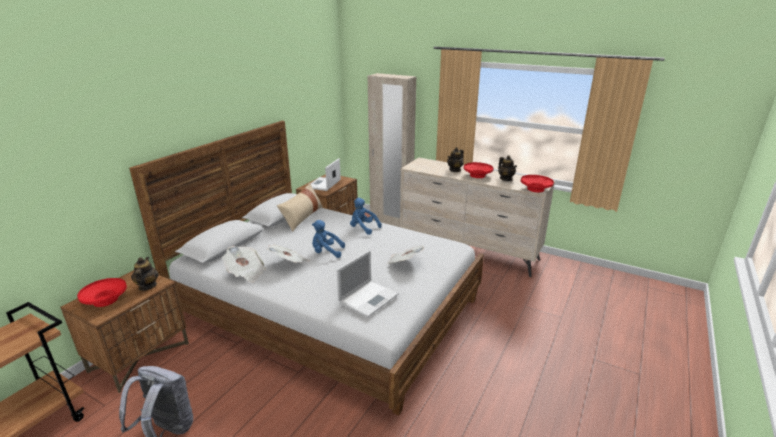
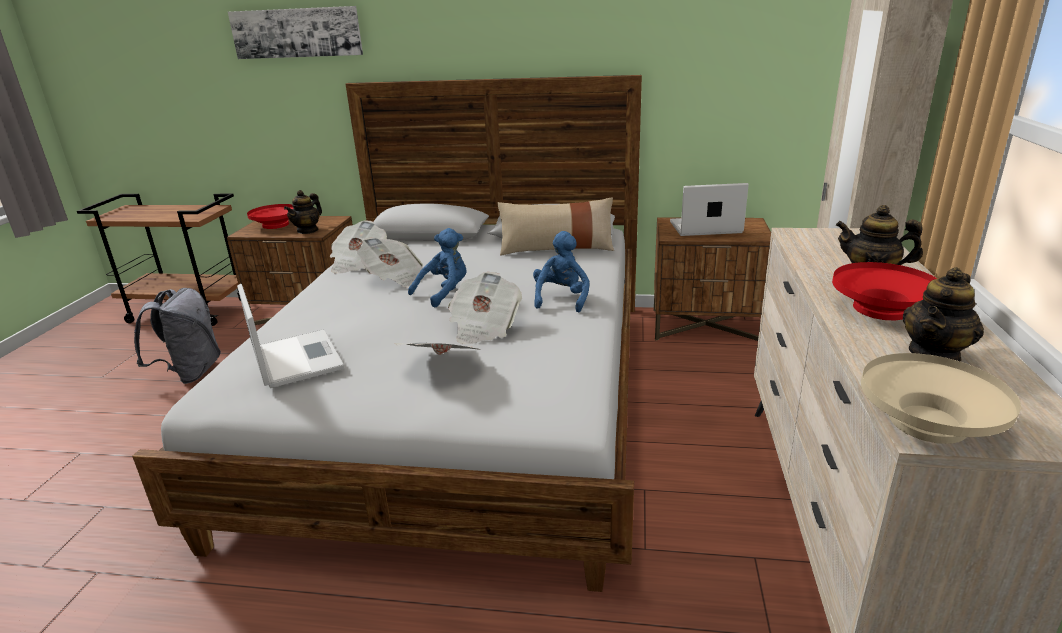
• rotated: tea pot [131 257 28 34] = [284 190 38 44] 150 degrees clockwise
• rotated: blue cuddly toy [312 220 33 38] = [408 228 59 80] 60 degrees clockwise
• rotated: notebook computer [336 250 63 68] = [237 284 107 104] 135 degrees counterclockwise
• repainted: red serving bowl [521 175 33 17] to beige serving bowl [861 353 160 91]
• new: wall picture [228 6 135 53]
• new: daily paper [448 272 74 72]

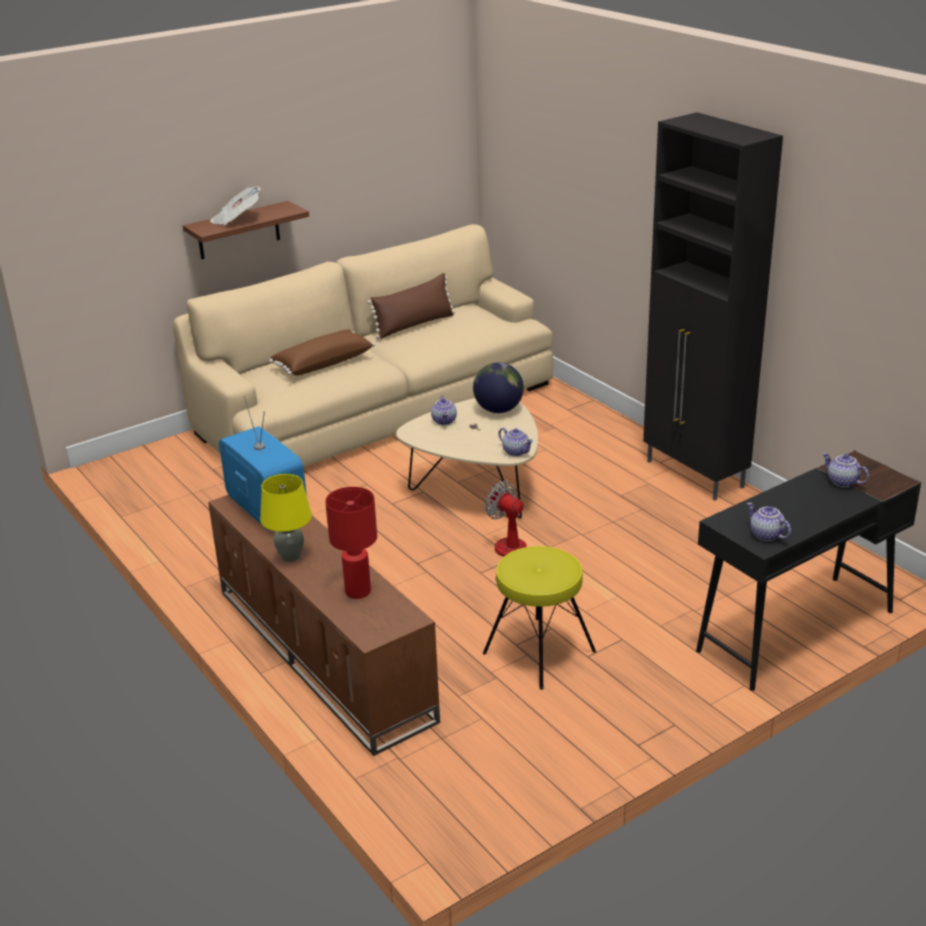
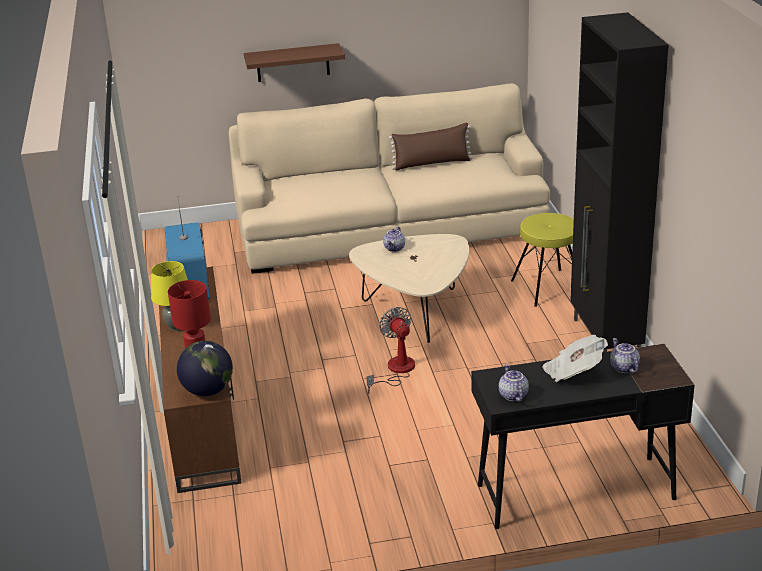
• shifted: daily paper [210 186 51 39] to [542 335 66 47]
• gone: brown cushion [269 330 106 46]
• shifted: desk globe [473 362 51 51] to [177 341 56 55]
• shifted: yellowish sitting stool [483 546 113 144] to [511 213 63 94]
• gone: tea pot [498 428 35 28]

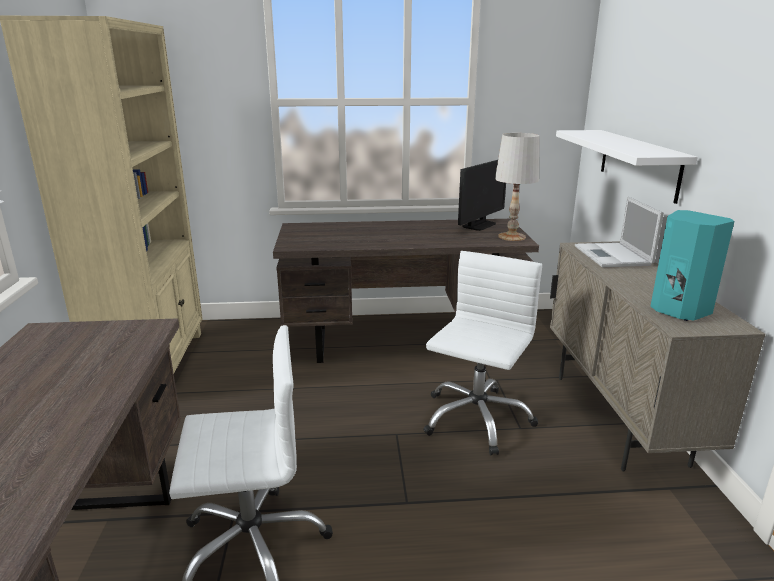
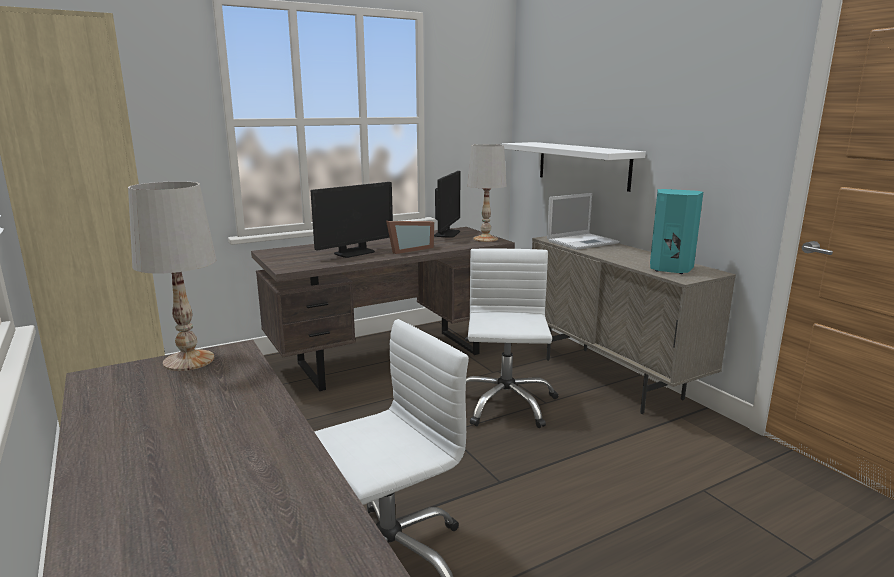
• rotated: notebook computer [575 197 89 70] = [547 193 72 57] 90 degrees counterclockwise
• new: white table lamp [128 181 89 190]
• new: computer display [311 182 82 76]
• new: photo frame [386 221 48 33]

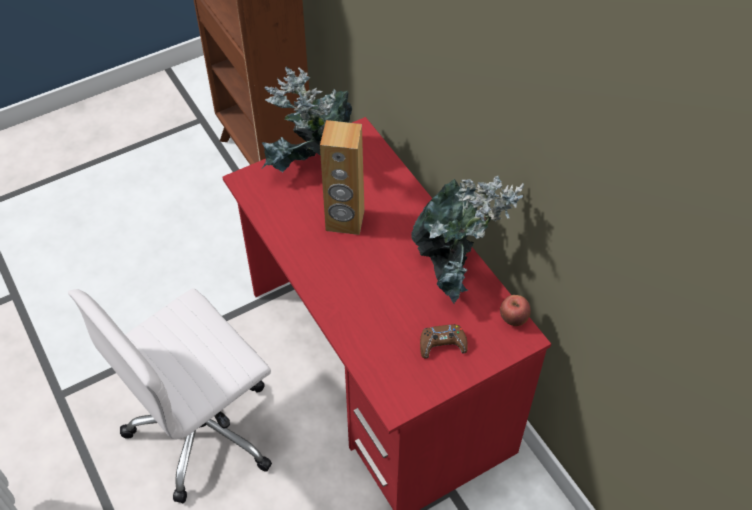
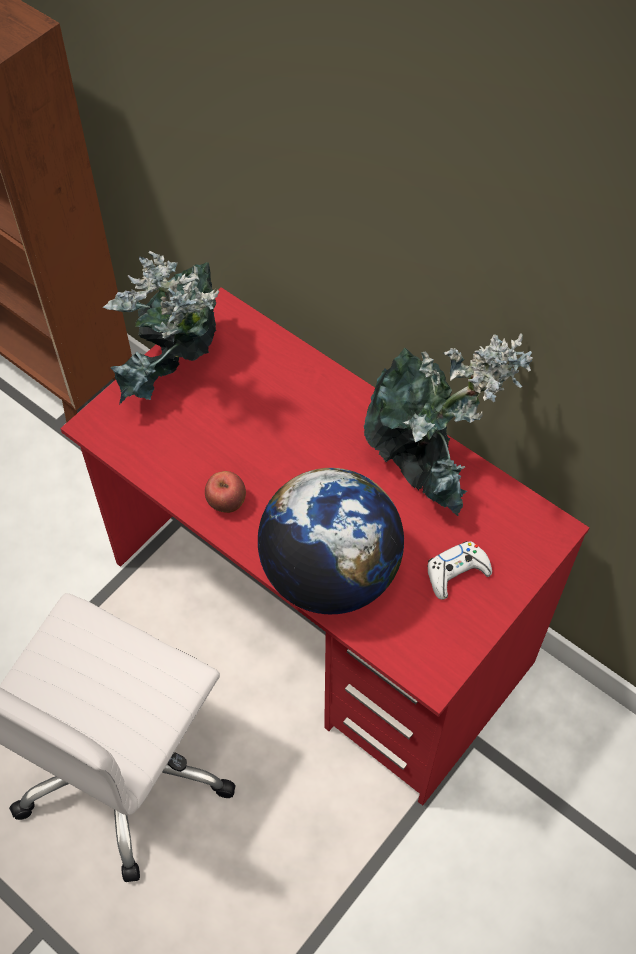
• gone: brown speaker [320 120 45 115]
• repainted: brown game controller [420 324 48 35] to white game controller [427 541 65 59]
• shifted: apple fruit [500 295 31 31] to [205 471 41 42]
• new: desk globe [258 468 146 146]

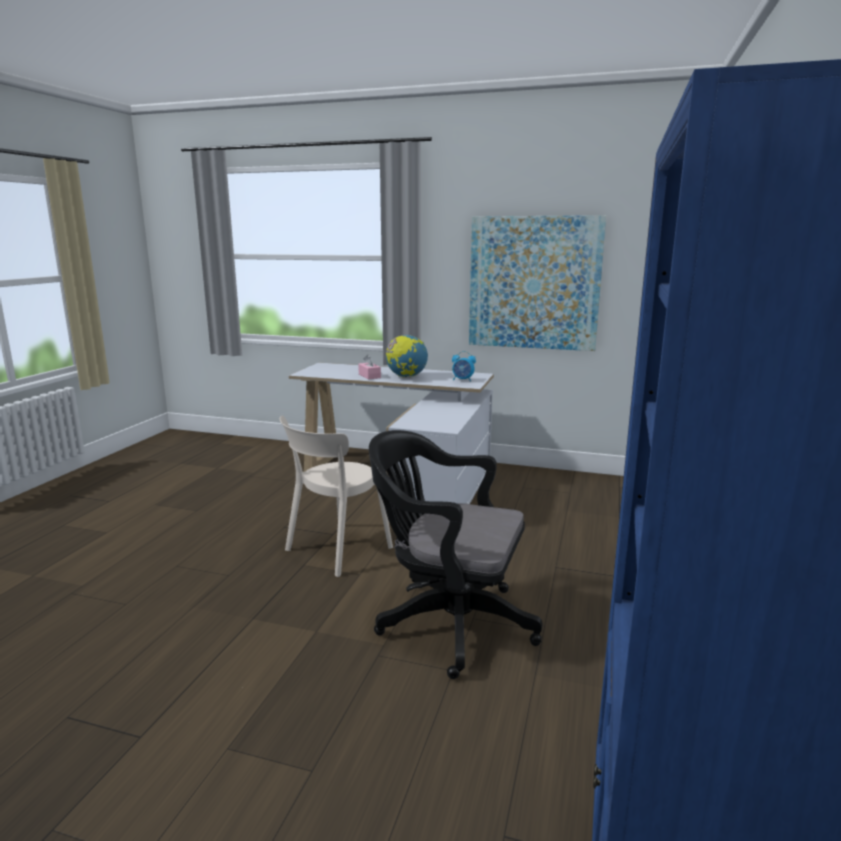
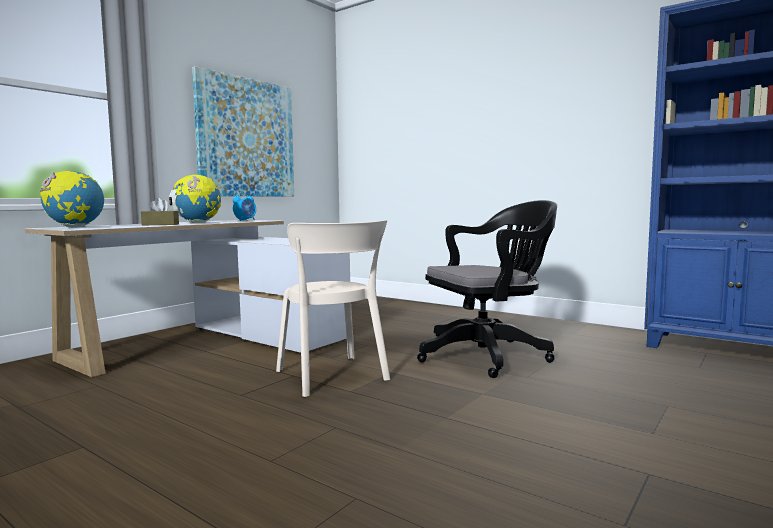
• repainted: pinkish tissue box [358 355 23 25] to brown tissue box [141 198 38 27]
• rotated: black computer chair [369 430 174 249] = [417 200 140 178] 150 degrees counterclockwise
• new: desk globe [40 171 64 56]

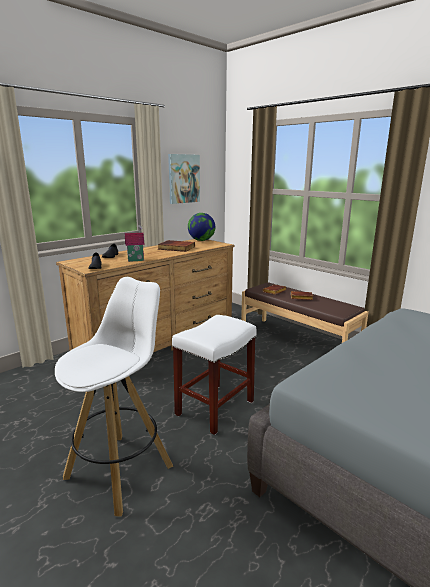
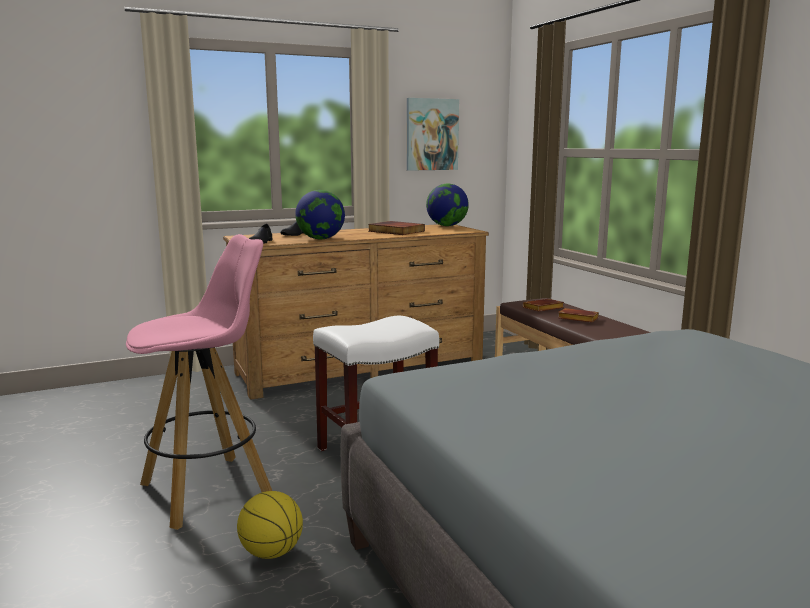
• repainted: white sitting stool [55 277 118 240] to pinkish sitting stool [126 234 146 296]
• swapped: toy house [125 224 20 38] to desk globe [295 190 50 49]
• new: basketball ball [237 491 66 68]

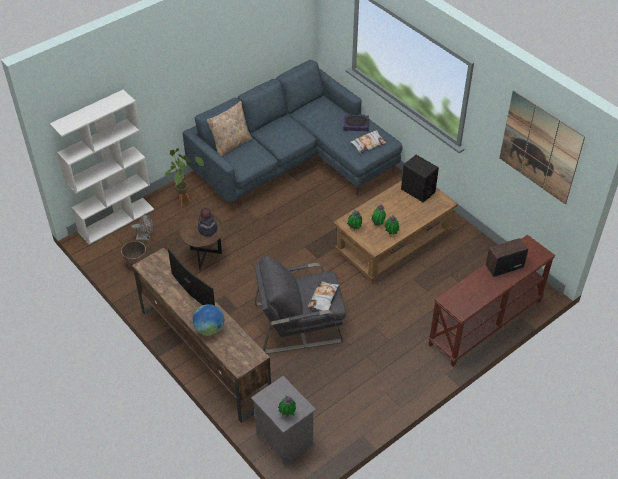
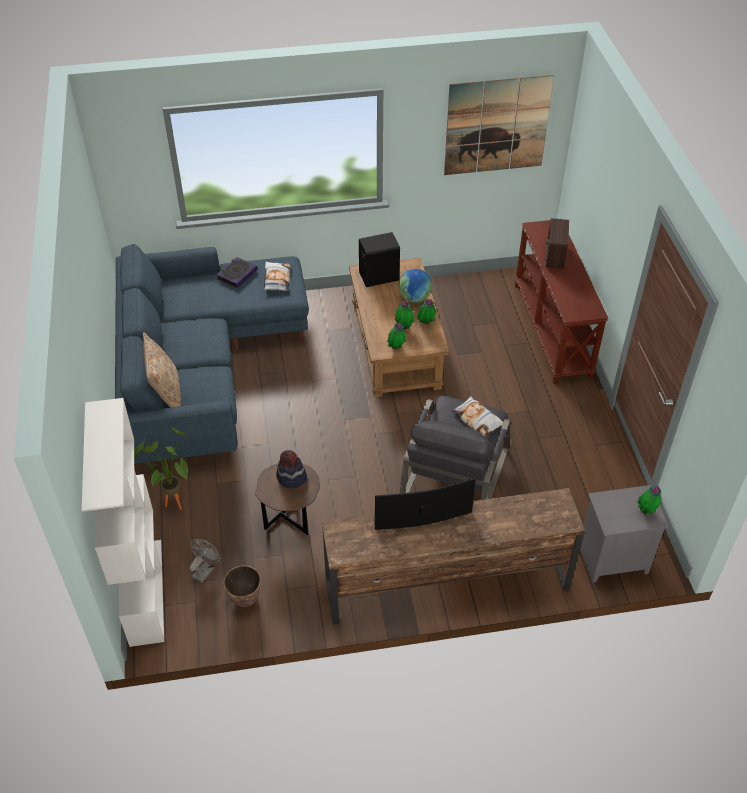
• shifted: desk globe [193 304 31 32] to [399 269 33 34]

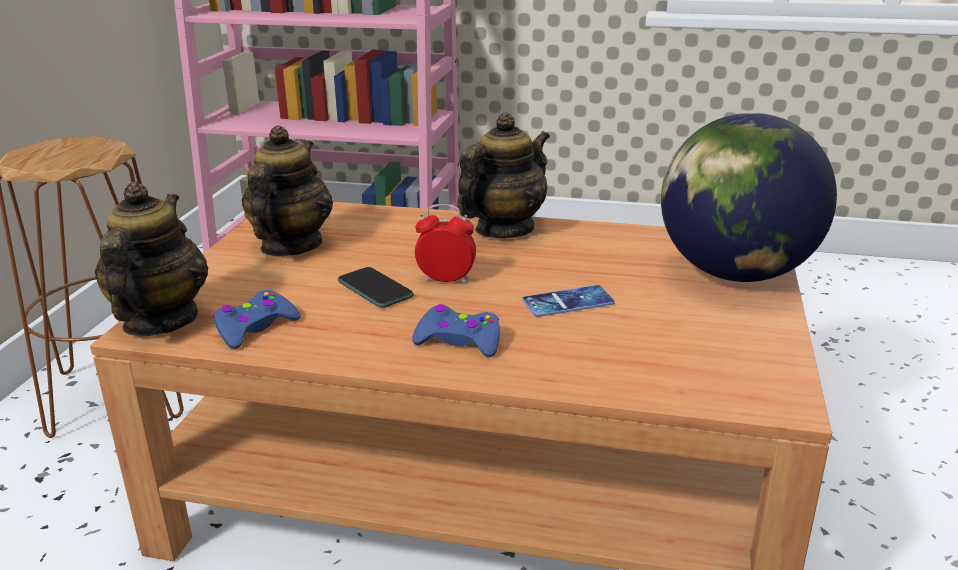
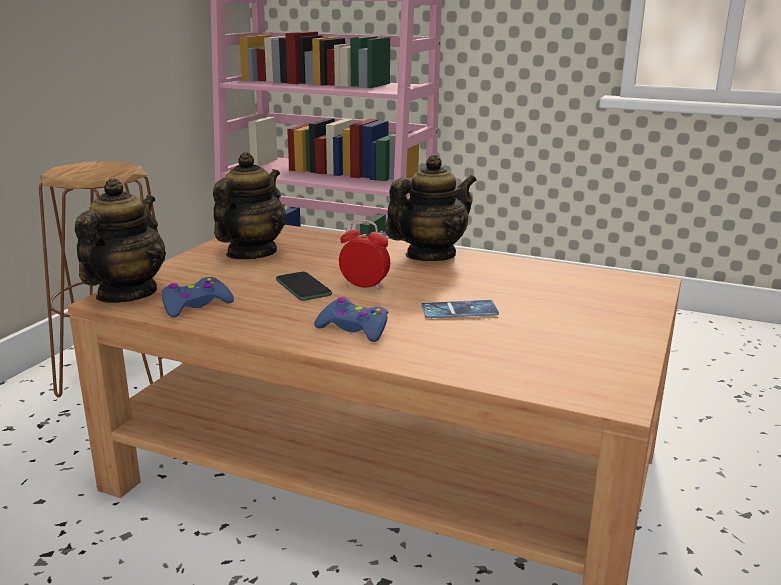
• gone: desk globe [661 113 176 169]

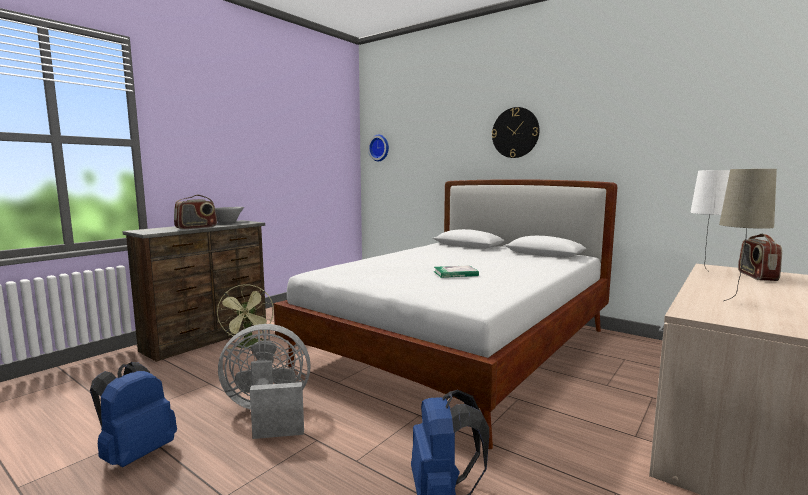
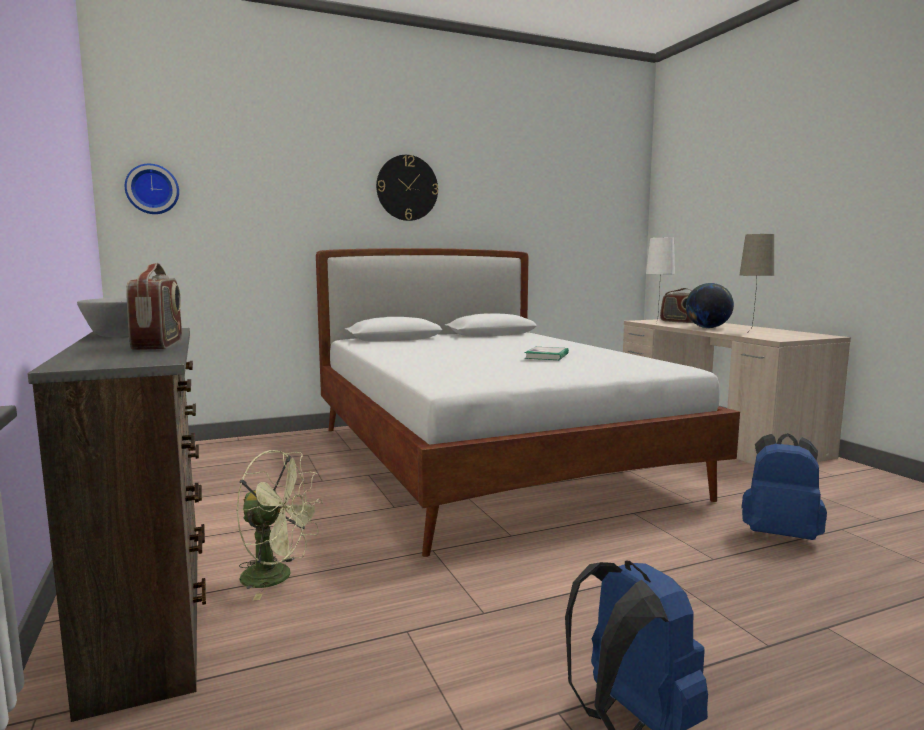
• gone: grey fan [218 324 93 115]
• new: desk globe [686 283 48 45]

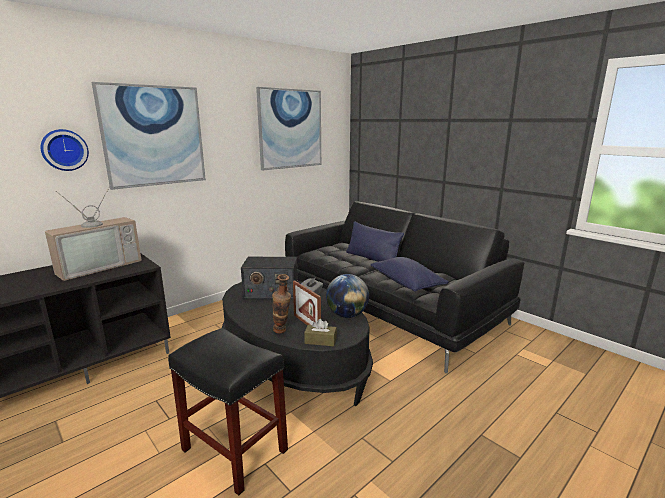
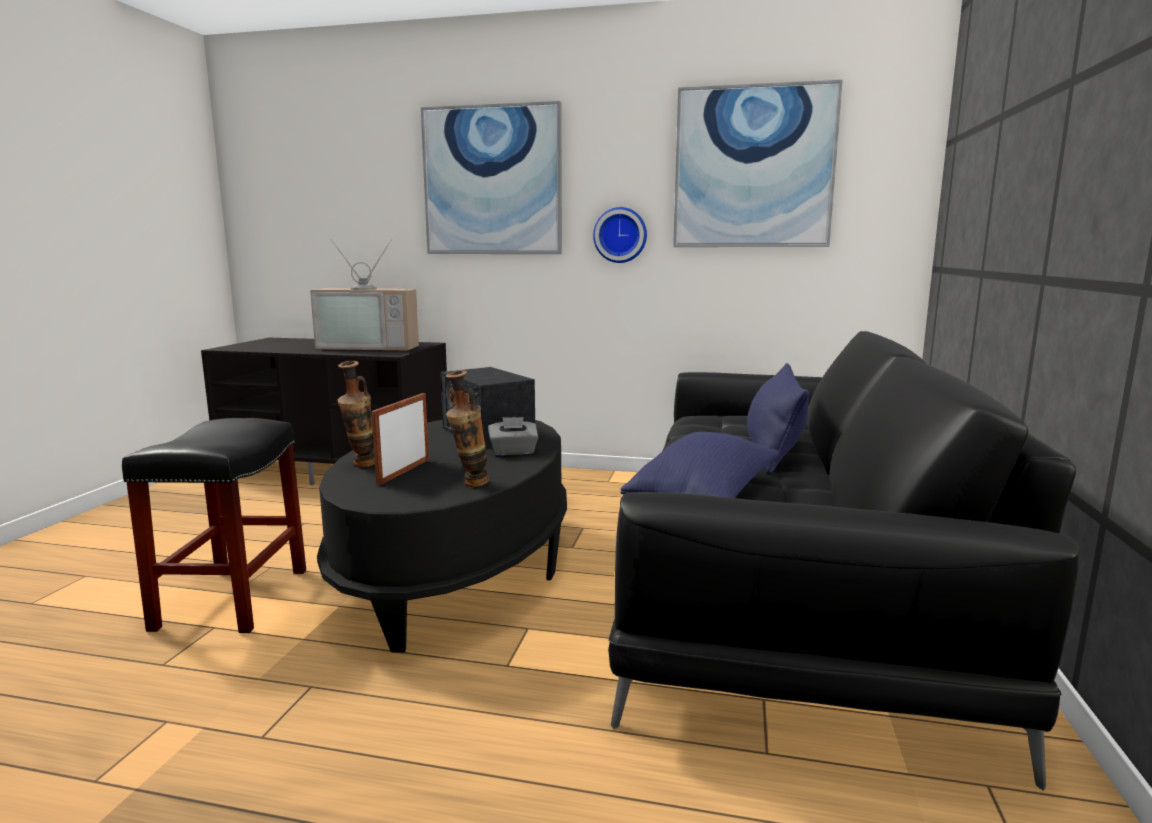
• shifted: hanging clock [41 129 48 42] to [593 207 54 56]
• gone: brown tissue box [304 319 33 27]
• swapped: desk globe [326 274 43 44] to vase [446 370 43 117]

